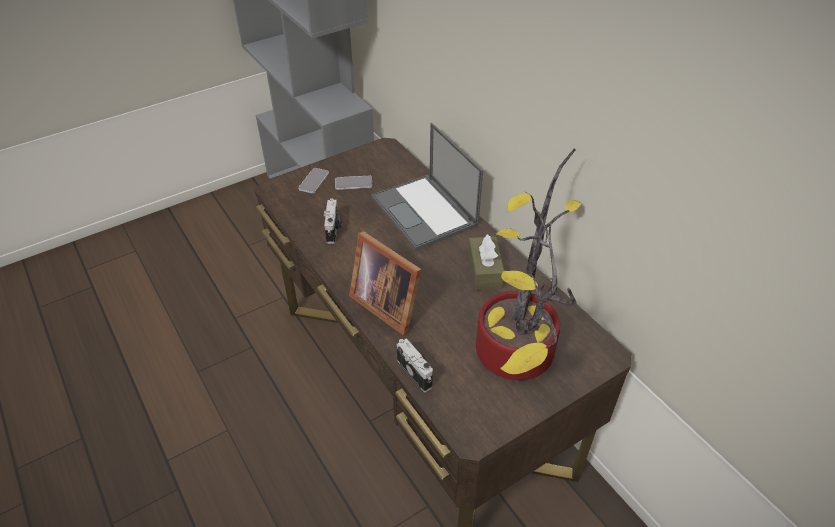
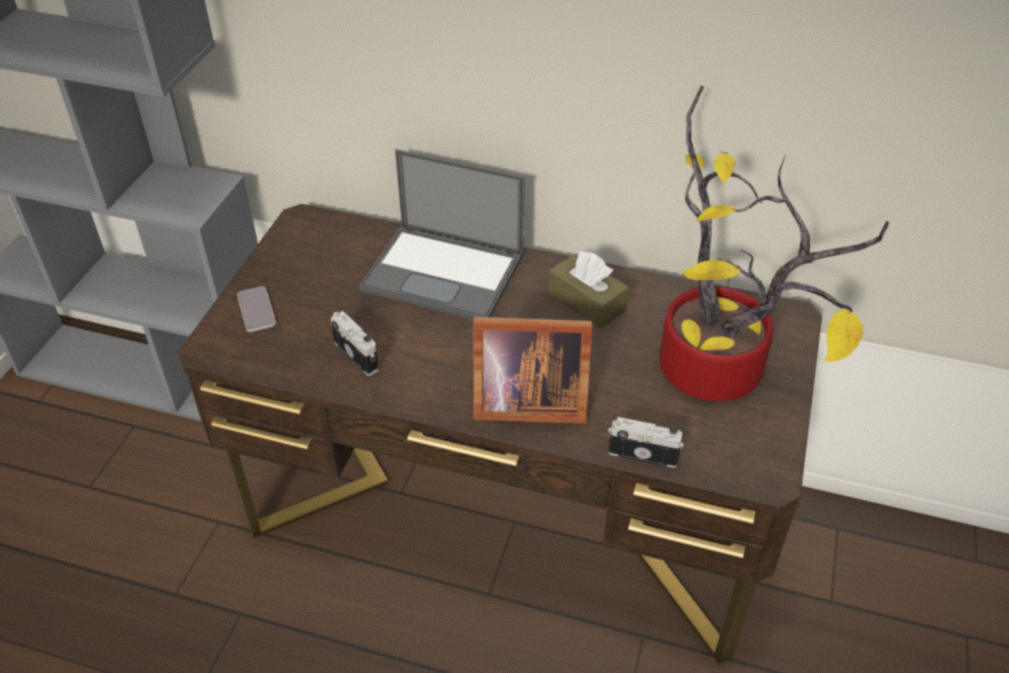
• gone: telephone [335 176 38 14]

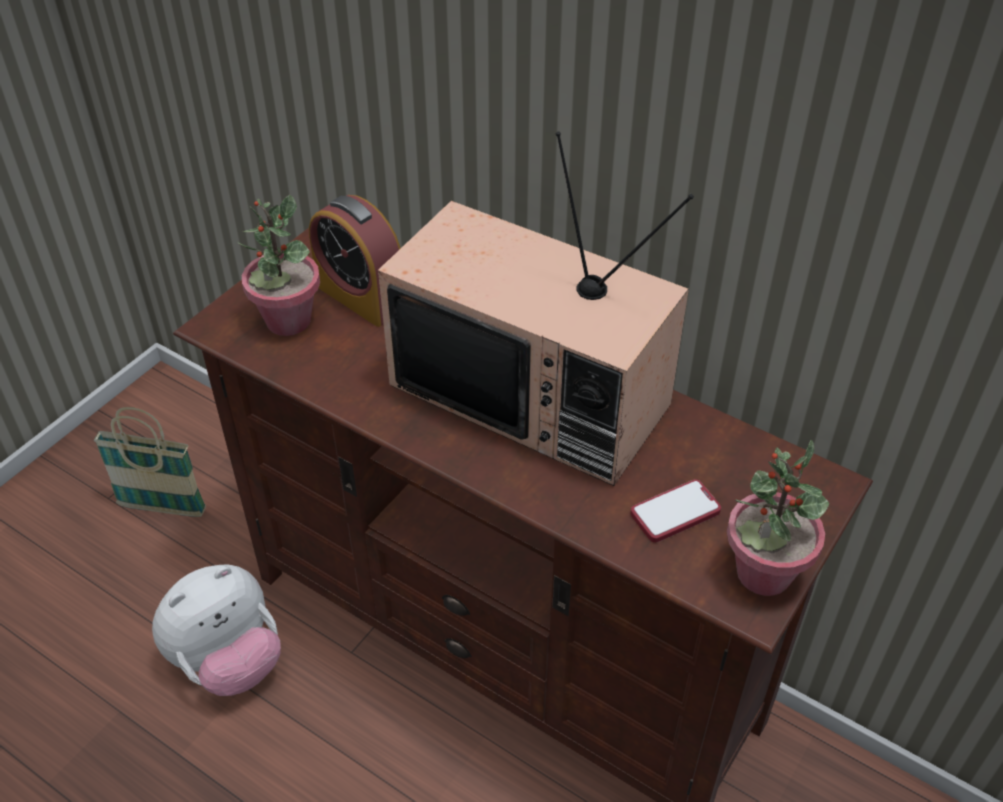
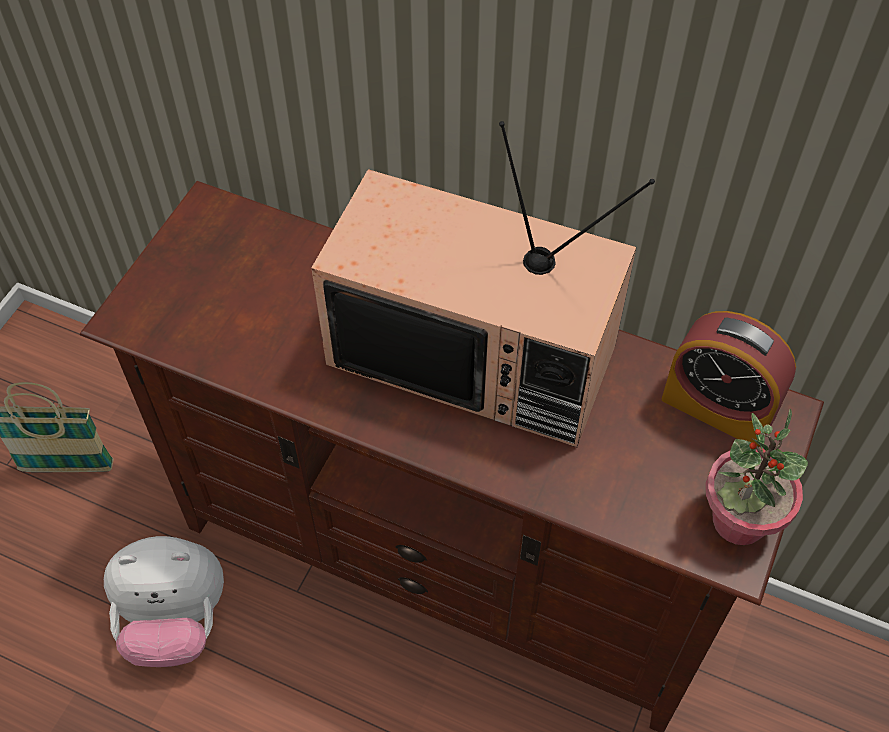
• rotated: cuddly toy [152 564 129 132] = [104 536 120 131] 45 degrees clockwise
• gone: plant in a pot [237 195 83 141]
• shifted: alarm clock [309 195 92 132] to [662 311 134 136]
• gone: telephone [630 479 91 64]

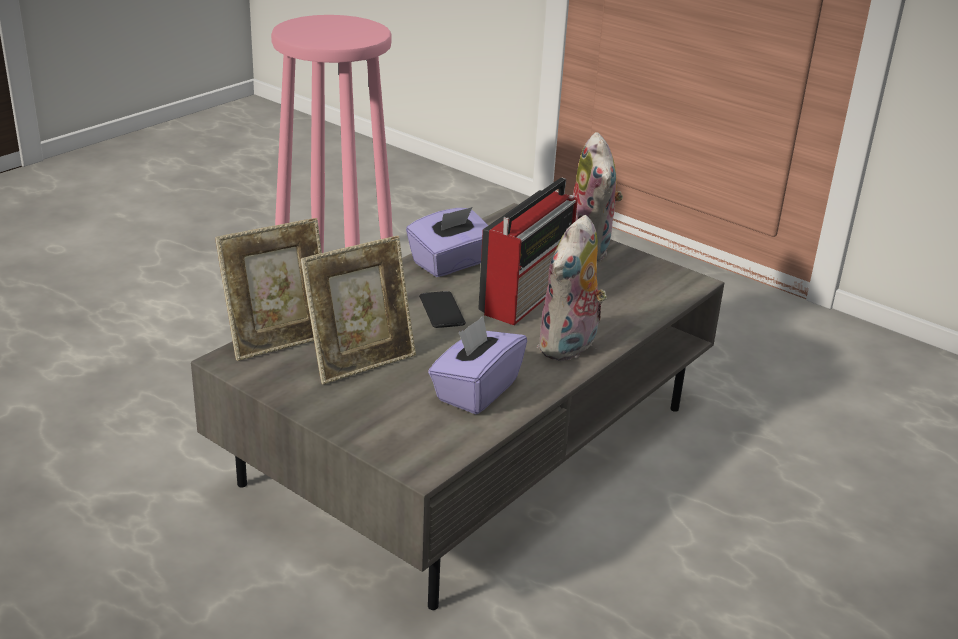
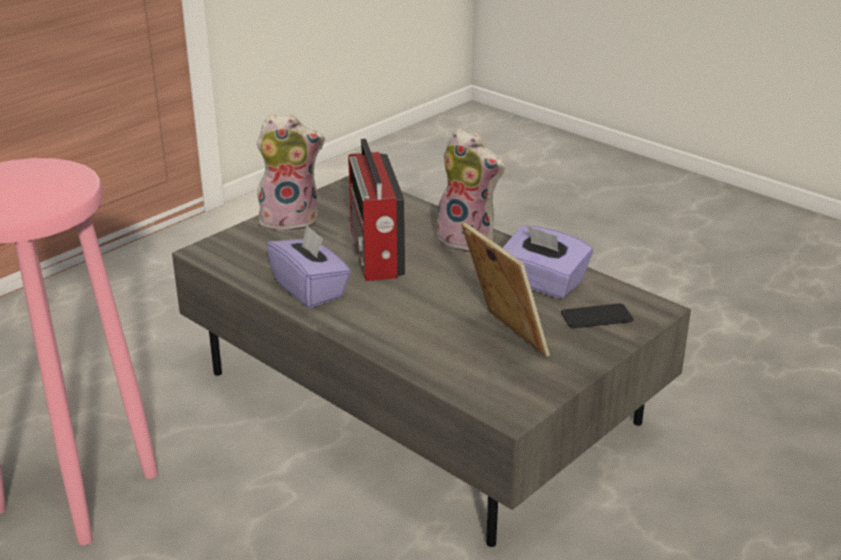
• gone: photo frame [215 218 107 143]
• shifted: telephone [419 291 47 37] to [561 303 72 25]
• rotated: radio receiver [478 178 100 147] = [348 139 57 142] 135 degrees counterclockwise

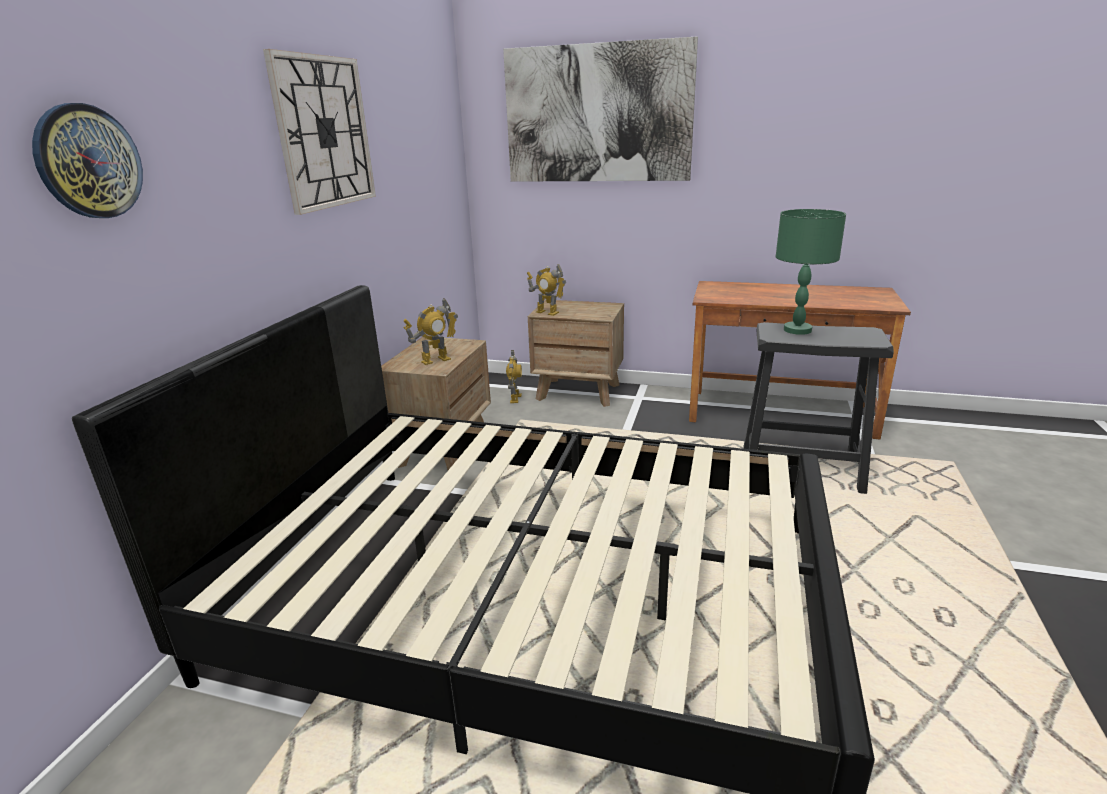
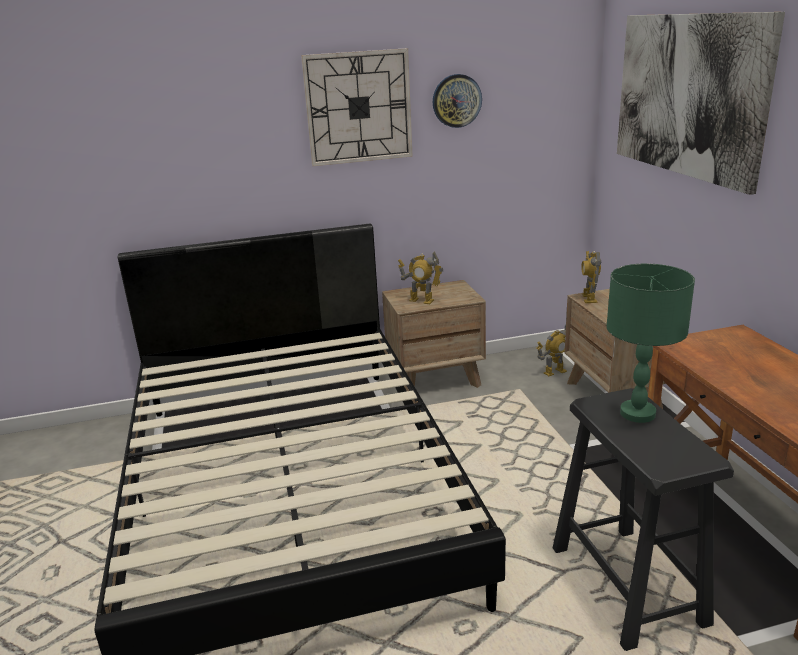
• shifted: hanging clock [32 103 111 115] to [433 74 49 54]

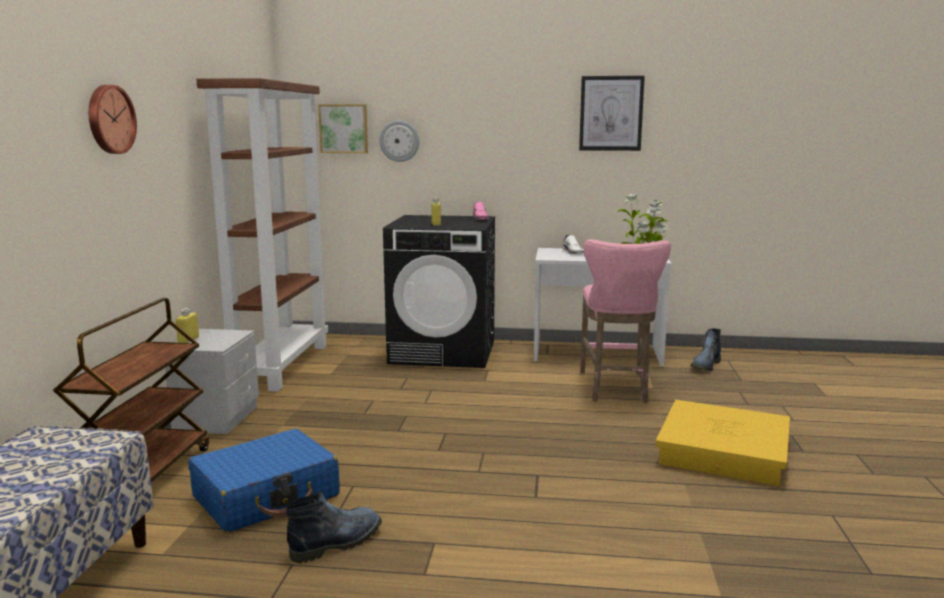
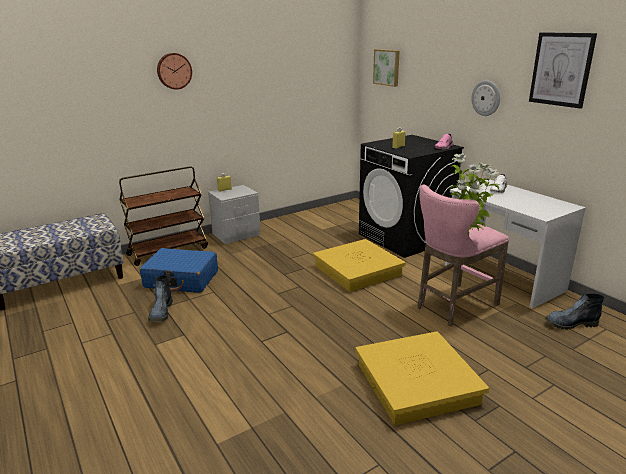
• gone: brown bookshelf [196 78 132 314]
• rotated: tall boot [286 491 96 72] = [148 275 25 46] 75 degrees clockwise
• shifted: hanging clock [379 120 40 42] to [471 80 29 36]
• new: yellowish storage bin [313 239 93 53]

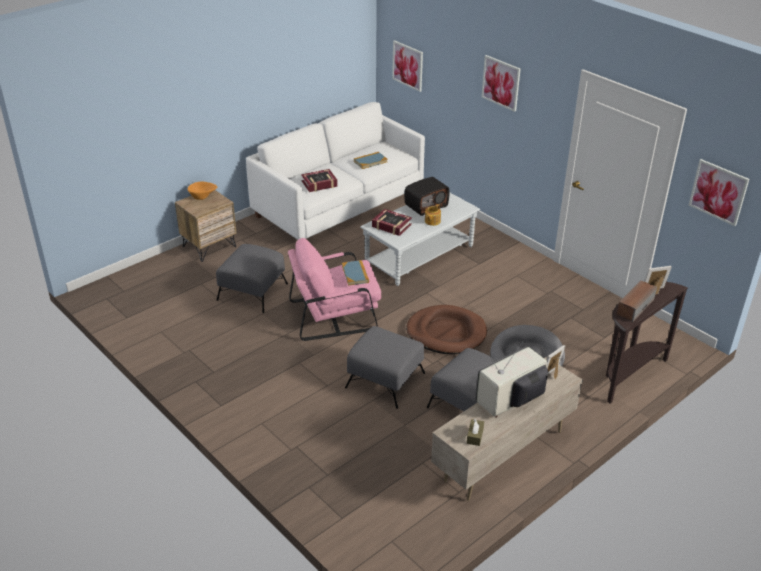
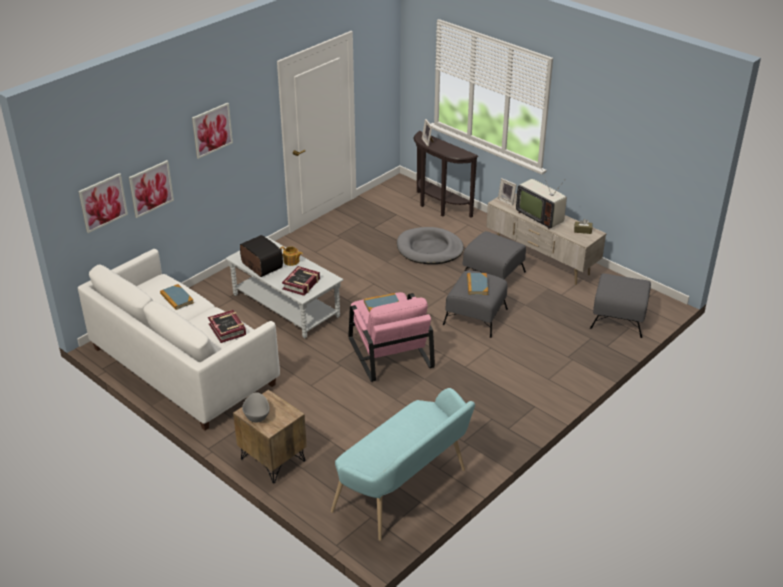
• repainted: orange serving bowl [188 182 29 18] to grey serving bowl [242 392 28 31]
• shifted: grey footrest [216 244 72 69] to [590 273 61 65]
• gone: brown dog cushion [406 305 81 49]
• gone: speaker [617 280 40 42]
• shifted: wall picture [689 159 60 67] to [129 160 45 58]
• new: turquoise-coloured bench [331 388 144 153]
• new: bound book [467 273 21 22]

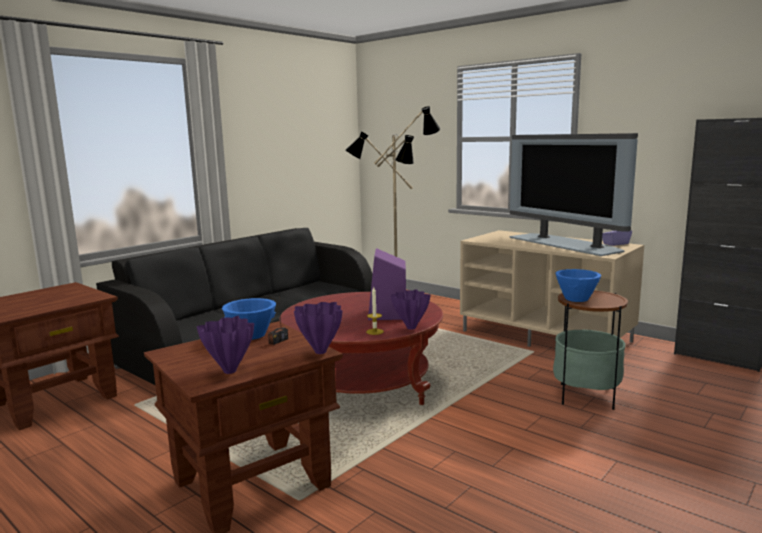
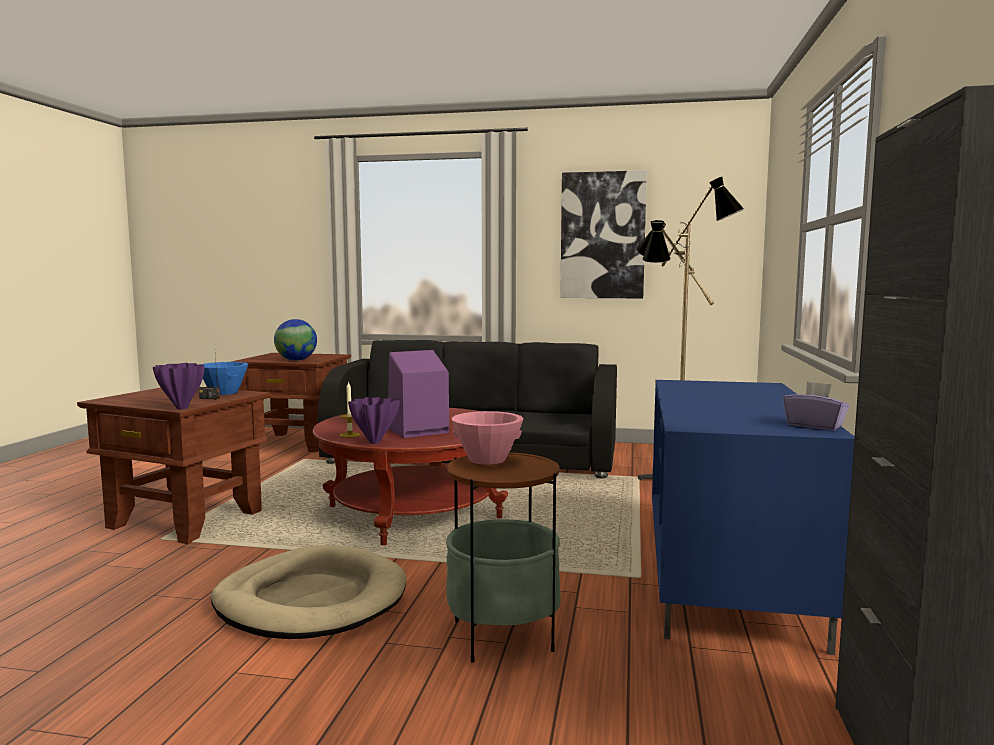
• gone: purple vase [197 316 57 58]
• repainted: beige tv stand [460 230 184 117] to blue tv stand [652 380 203 275]
• gone: TV [509 133 129 123]
• repainted: blue serving bowl [555 269 46 33] to pinkish serving bowl [452 411 71 53]
• new: beige dog cushion [211 545 195 94]
• new: desk globe [274 319 43 42]
• new: wall picture [560 170 87 128]

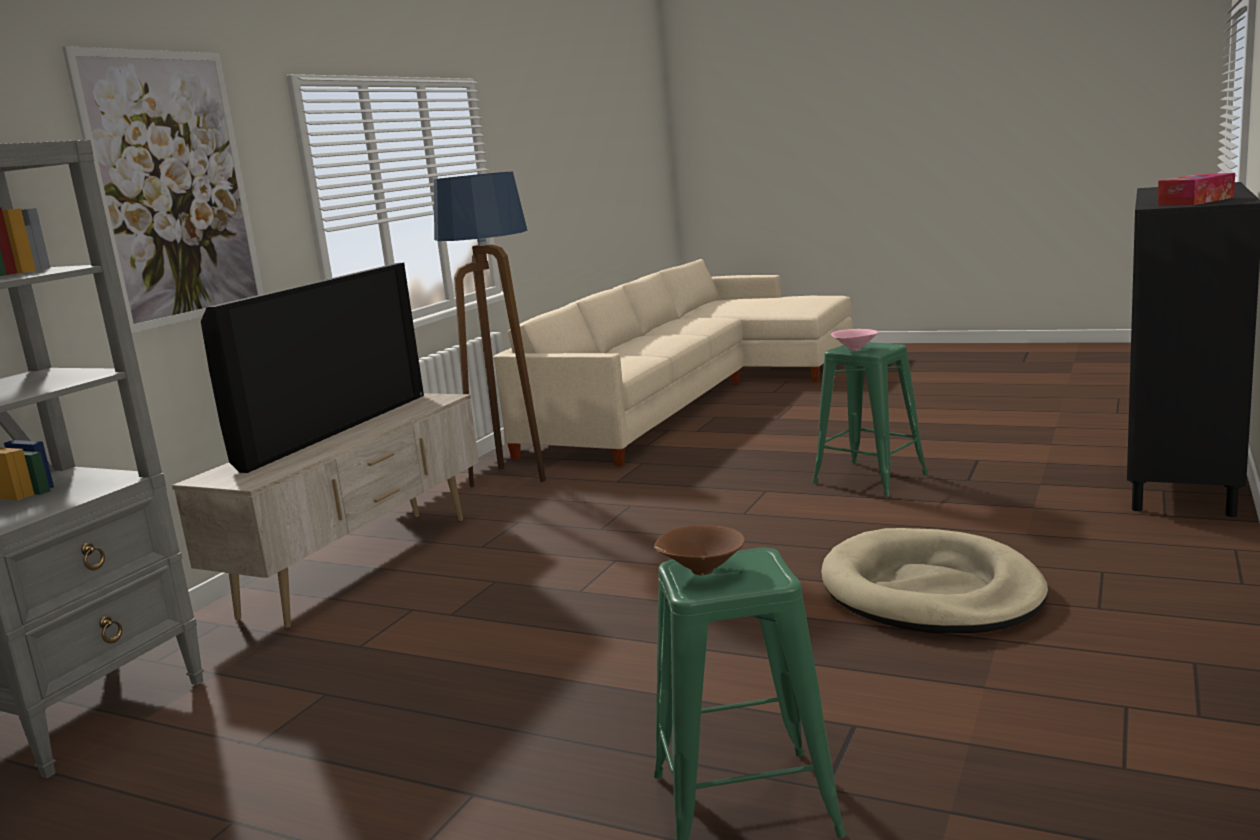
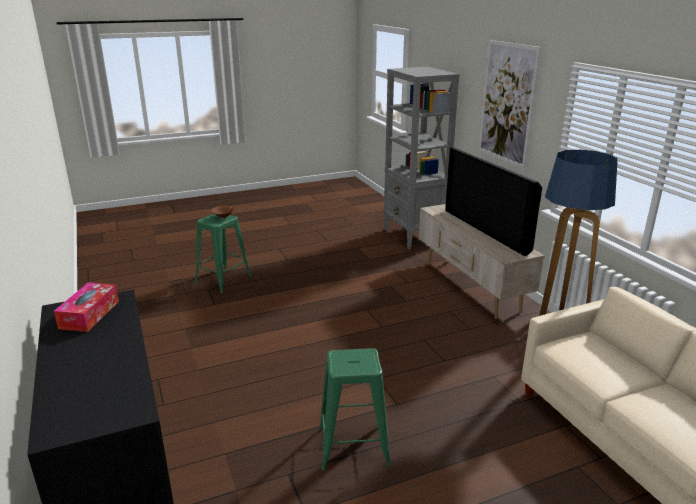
• gone: beige dog cushion [821 528 227 105]
• gone: pinkish serving bowl [831 329 47 22]

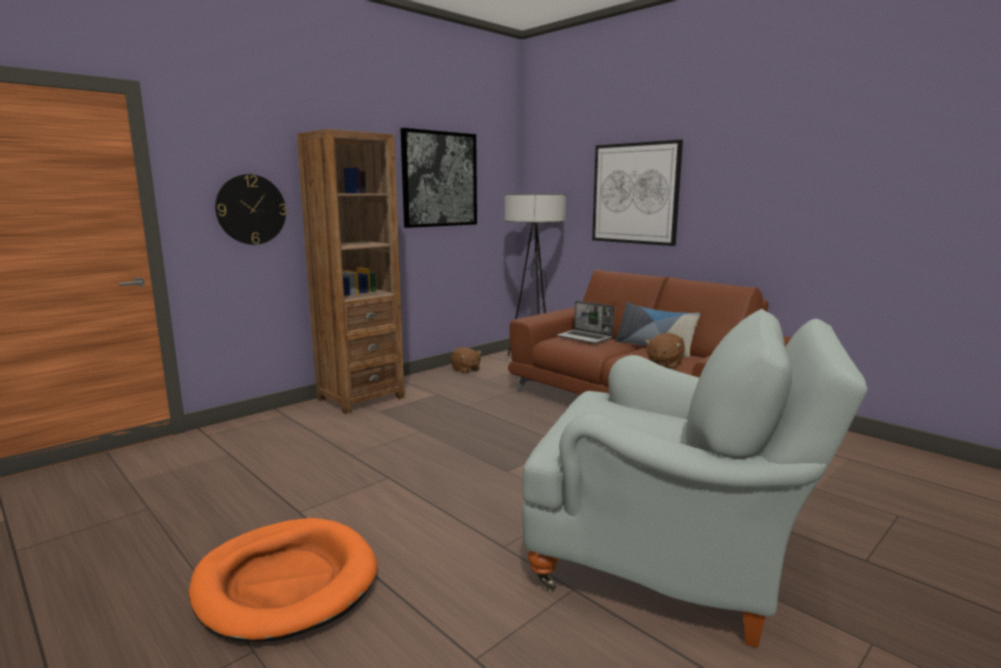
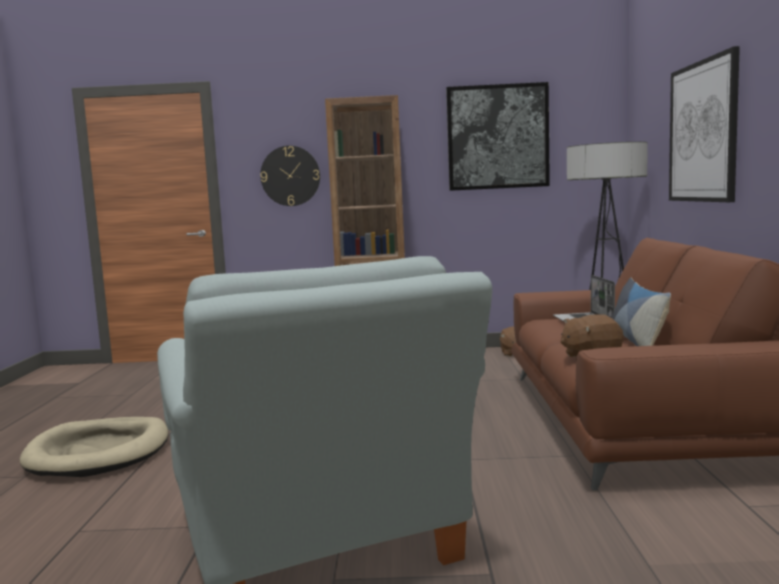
• repainted: orange dog cushion [189 518 188 124] to beige dog cushion [20 417 149 60]

